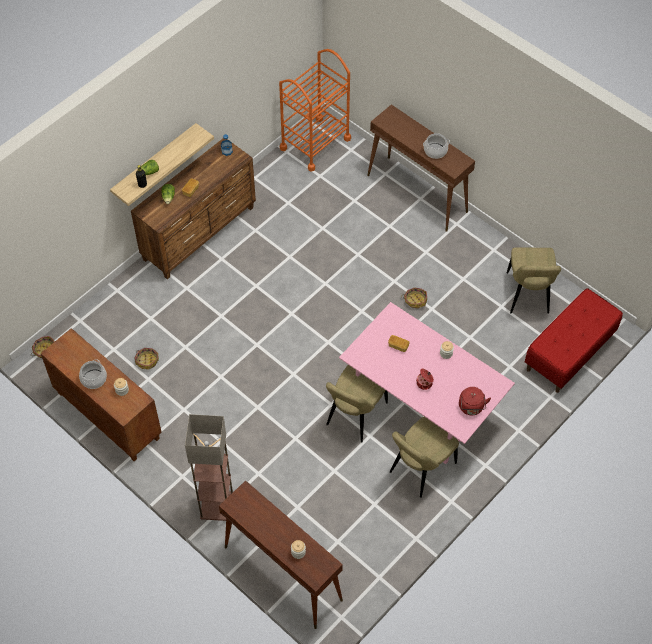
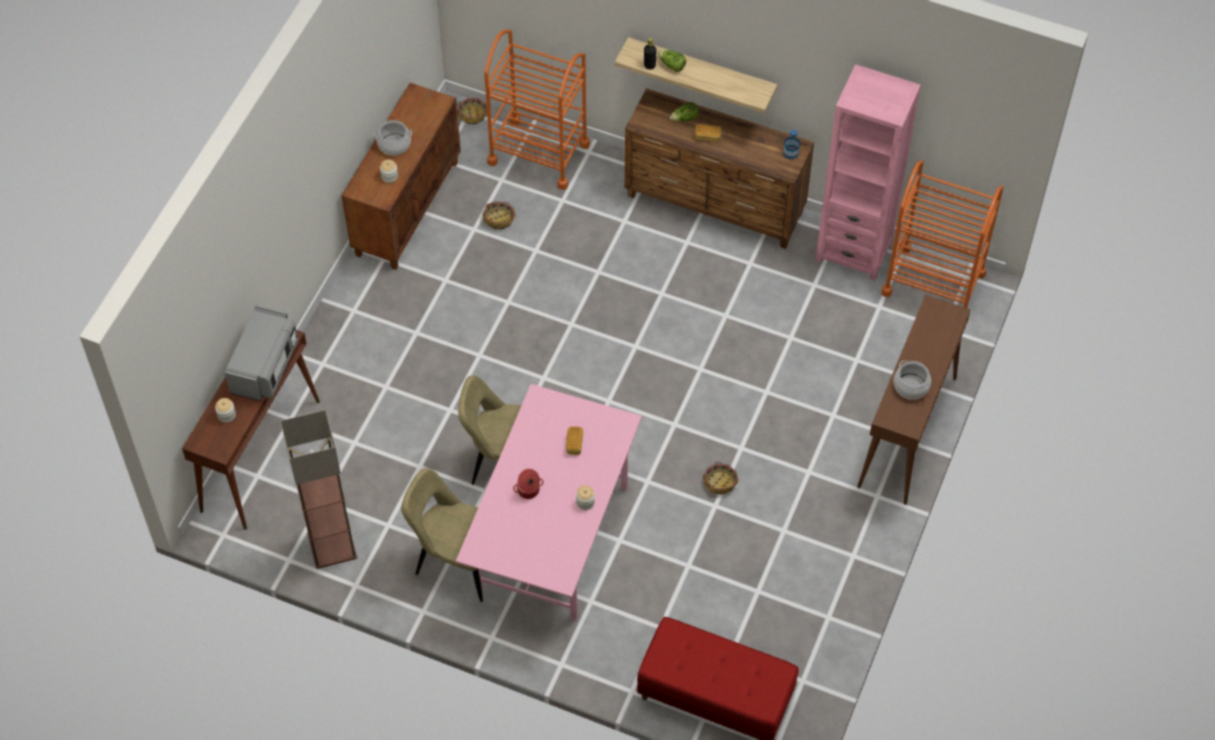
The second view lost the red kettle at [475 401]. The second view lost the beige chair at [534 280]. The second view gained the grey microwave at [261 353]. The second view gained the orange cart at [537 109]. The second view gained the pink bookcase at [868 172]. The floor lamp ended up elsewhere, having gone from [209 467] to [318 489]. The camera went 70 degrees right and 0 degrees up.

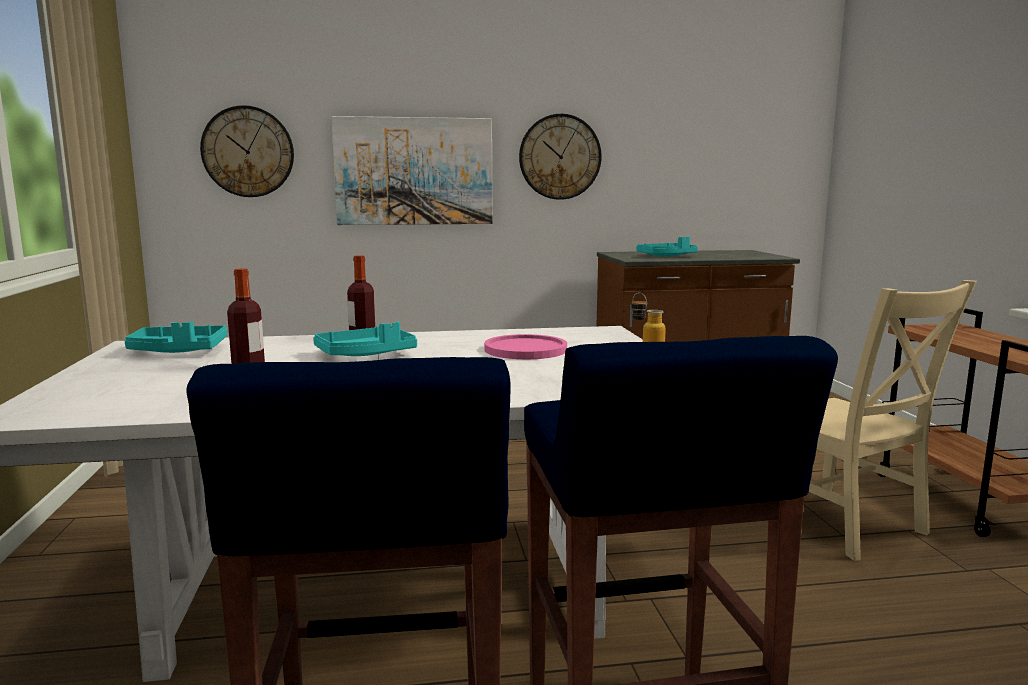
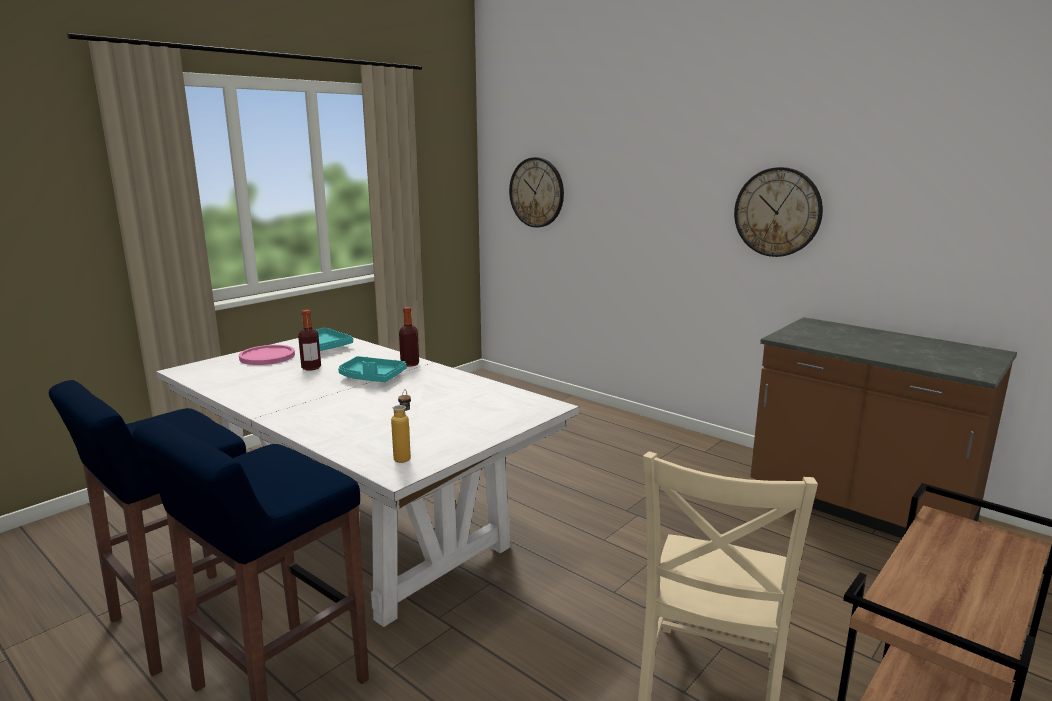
The second view lost the picture at [412 170]. The second view lost the turquoise tray at [667 247]. The pink plate ended up elsewhere, having gone from [525 346] to [267 355]. The camera went 50 degrees right and 5 degrees up.

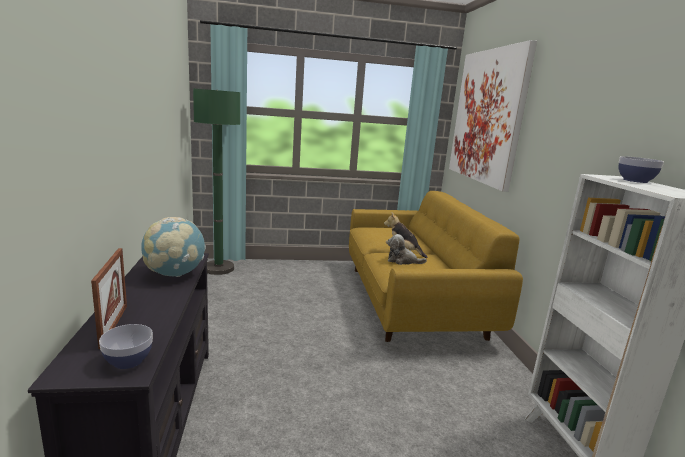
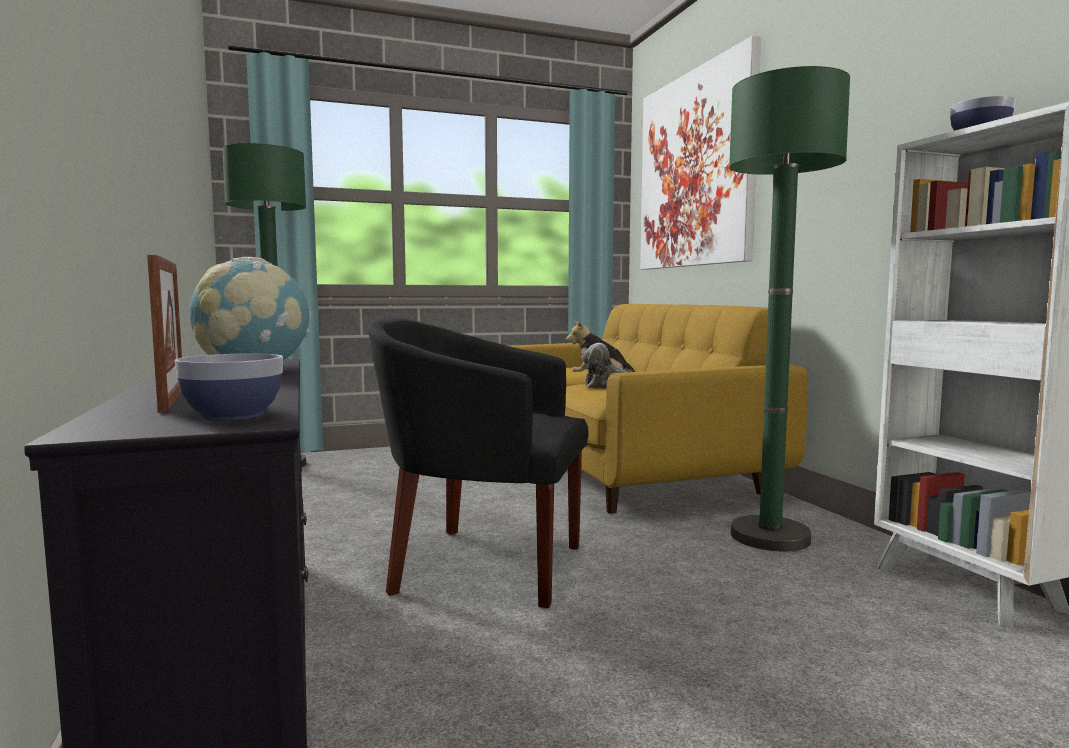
The second view gained the black armchair at [478 463]. The second view gained the green floor lamp at [789 308]. The camera went 10 degrees left and 10 degrees down.

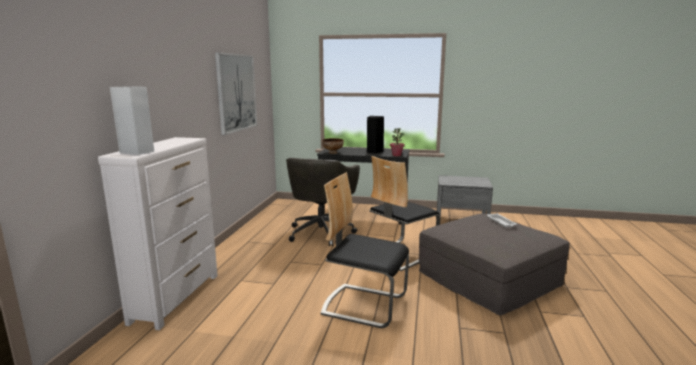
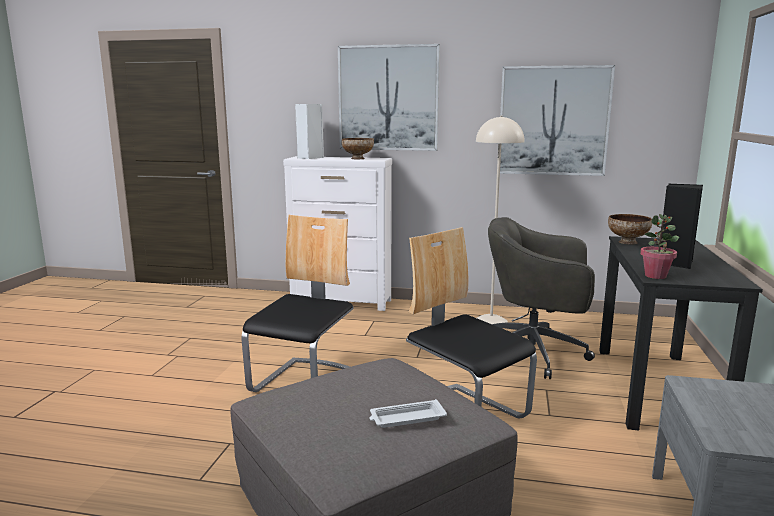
The second view gained the picture at [389 97]. The second view gained the bowl at [358 148]. The second view gained the beige floor lamp at [500 220]. The camera went 90 degrees right and 0 degrees up.

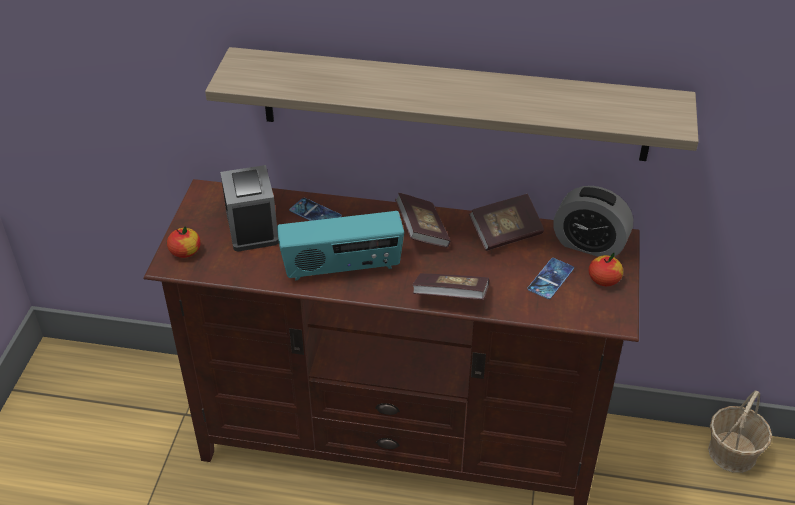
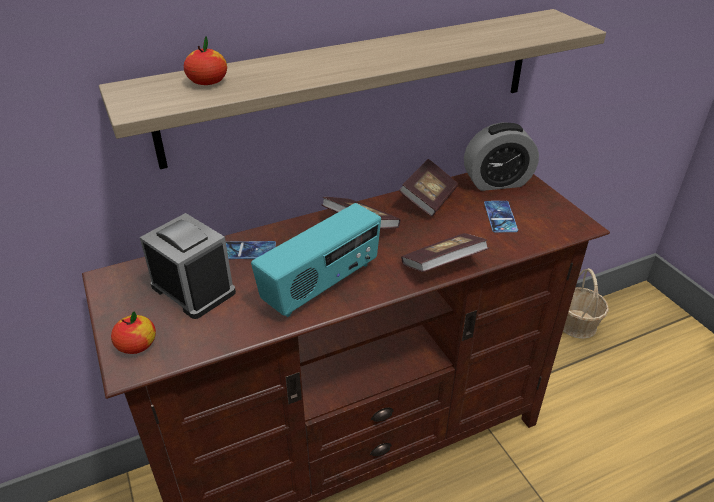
The apple ended up elsewhere, having gone from [606 269] to [205 60]. The camera went 35 degrees left and 5 degrees down.

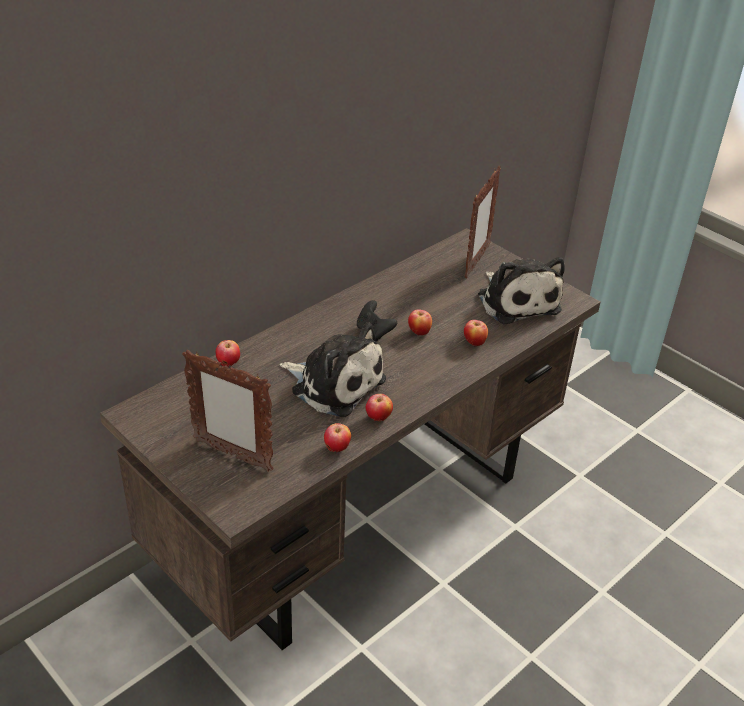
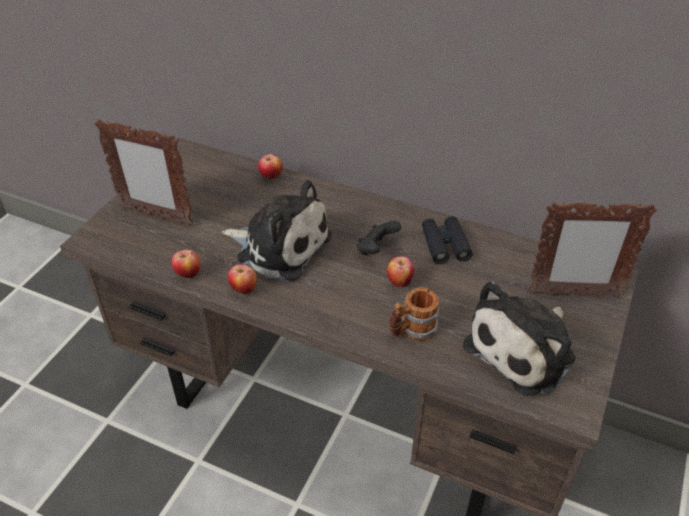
The second view gained the black binoculars at [447 240]. Where the apple stood at [476 333], the mug came to stand at [414 314]. The picture frame at [228 411] ended up facing another way, 75 degrees counterclockwise from before. The plush toy at [333 369] ended up facing another way, 75 degrees counterclockwise from before. The camera went 70 degrees right and 5 degrees up.

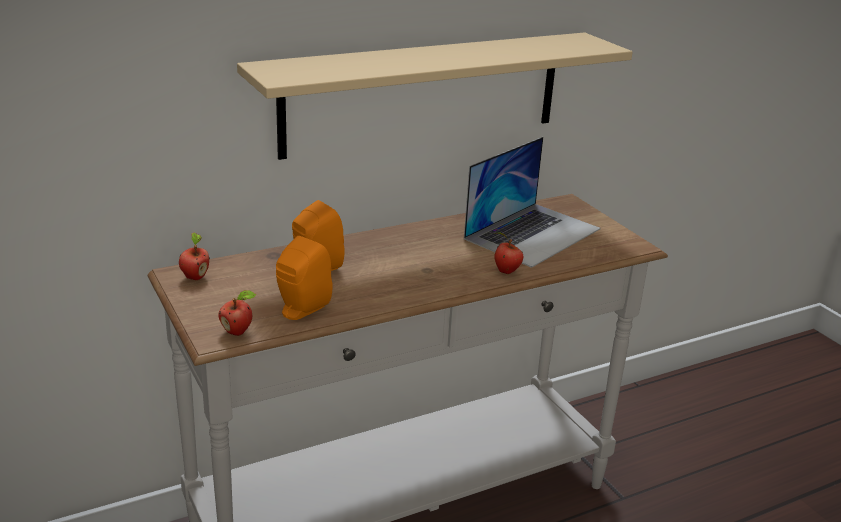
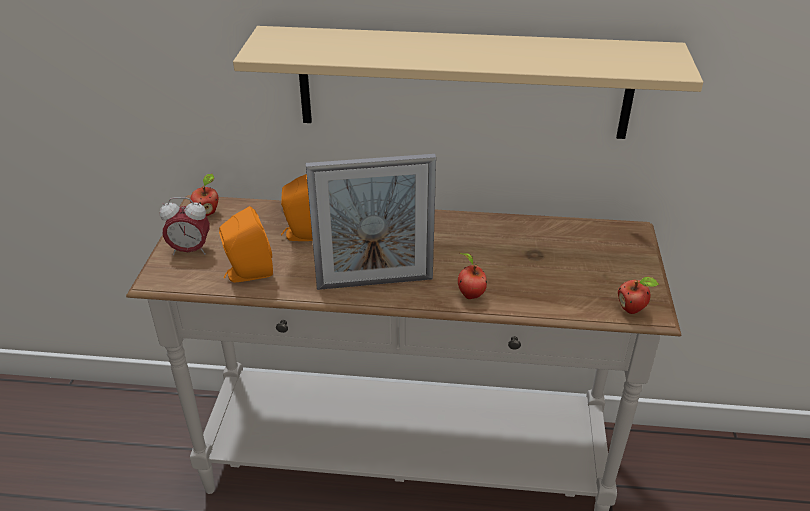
The second view lost the laptop at [532 202]. The second view gained the alarm clock at [185 226]. The second view gained the picture frame at [371 222]. The apple ended up elsewhere, having gone from [237 313] to [638 295]. The camera went 35 degrees right and 10 degrees up.

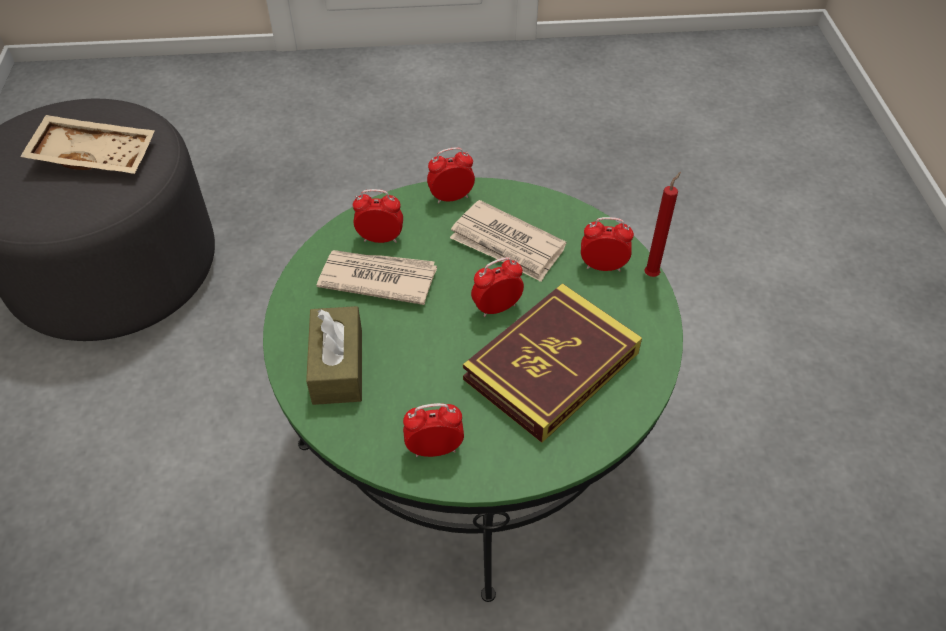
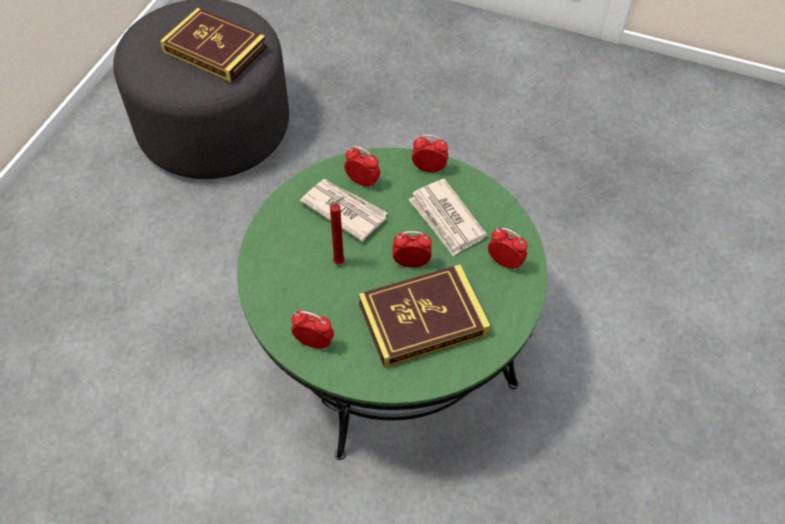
The second view lost the brown tissue box at [334 355]. The red candle ended up elsewhere, having gone from [662 224] to [337 230]. Where the beige tray stood at [87 144], the book came to stand at [213 45]. The camera went 25 degrees right and 5 degrees up.

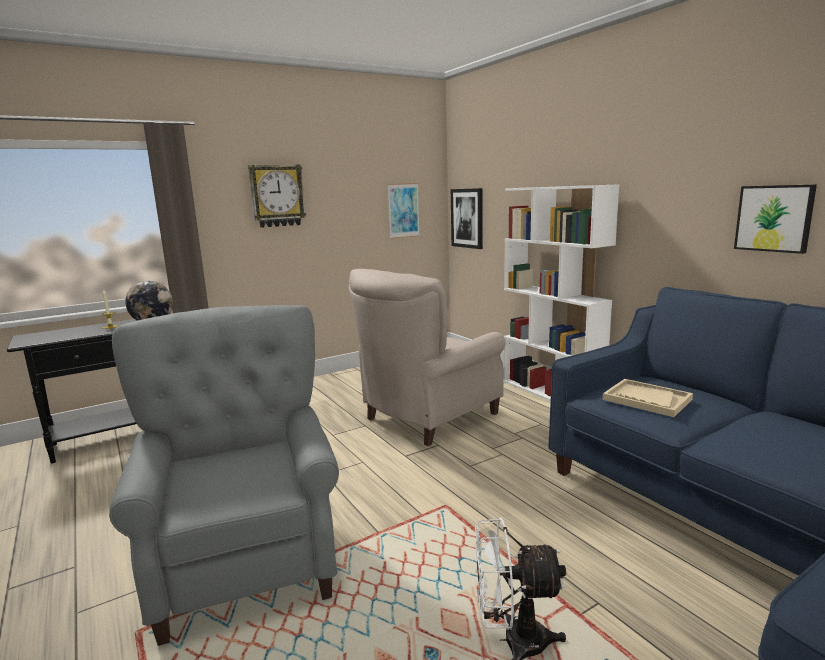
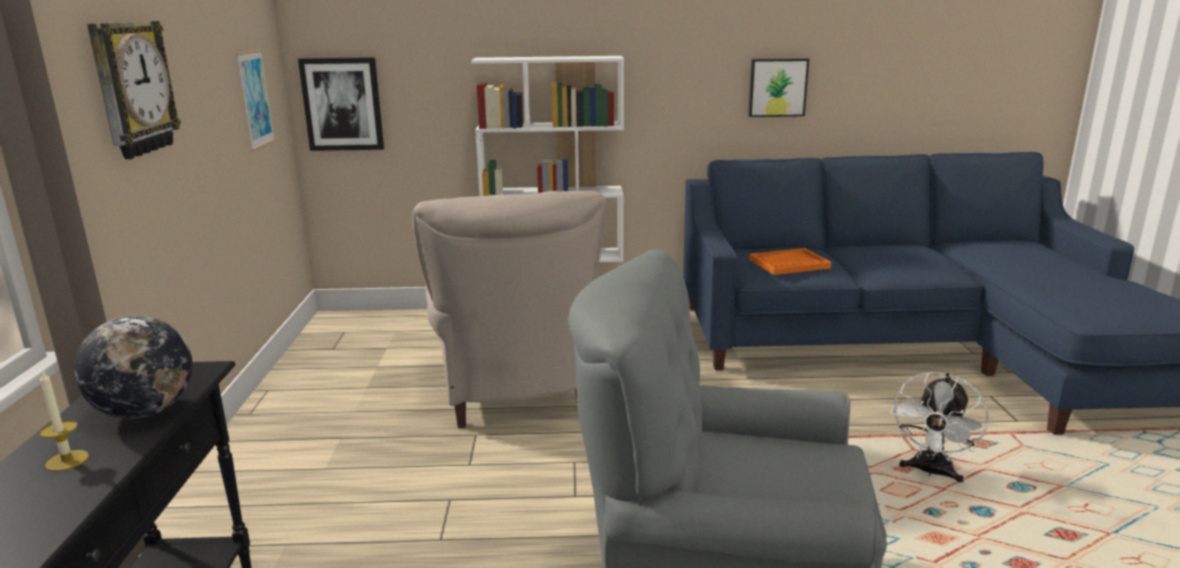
What was the beige tray at [648 398] turned into the orange tray at [790 261]. The camera went 60 degrees left and 5 degrees up.

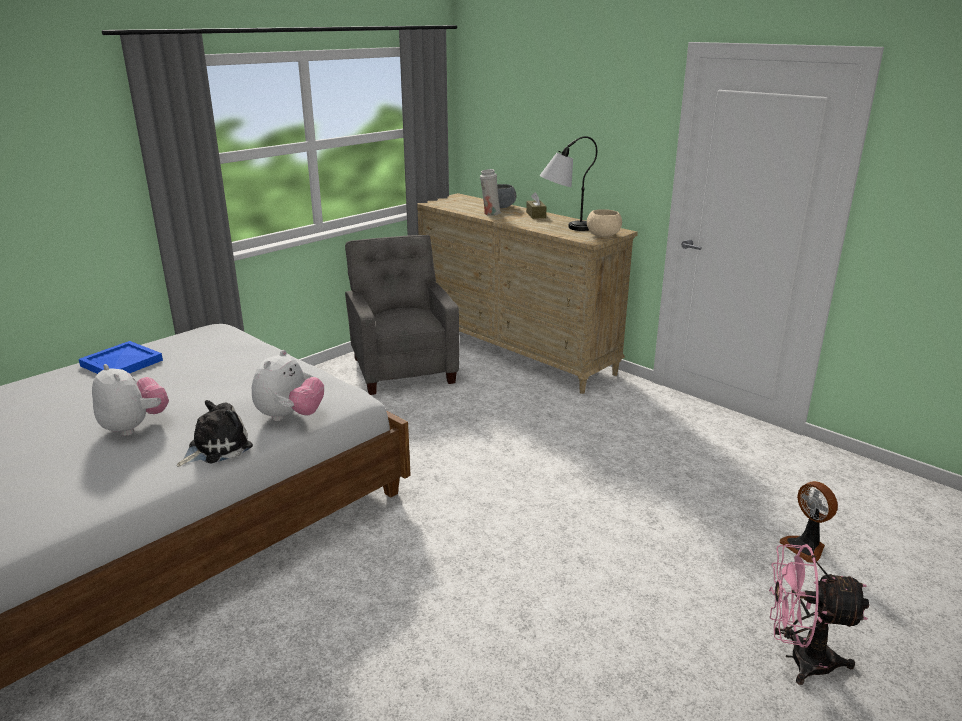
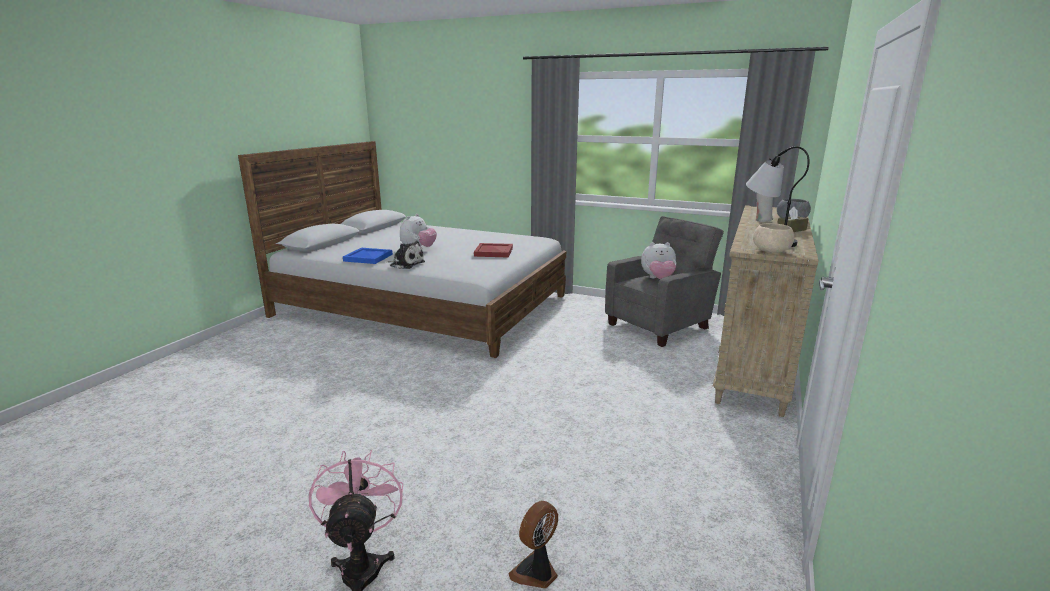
The second view gained the red tray at [493 250]. The blue tray ended up elsewhere, having gone from [121 357] to [368 256]. The plush toy ended up elsewhere, having gone from [288 385] to [659 260]. The camera went 70 degrees right and 5 degrees down.

